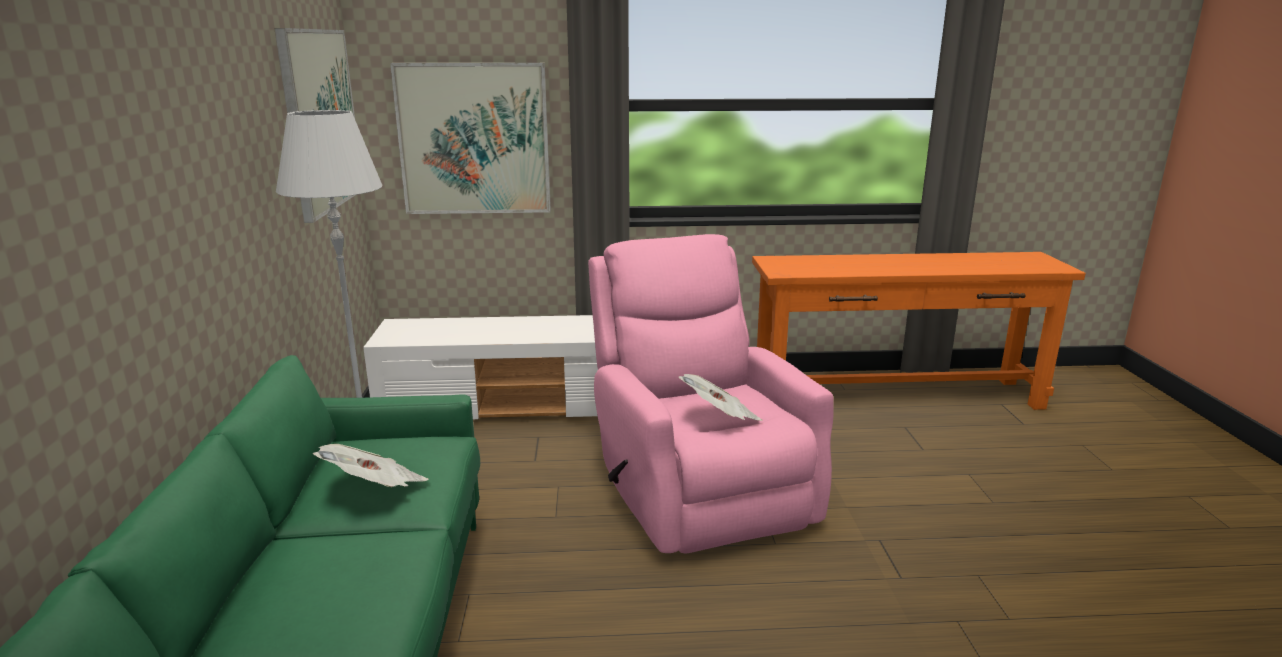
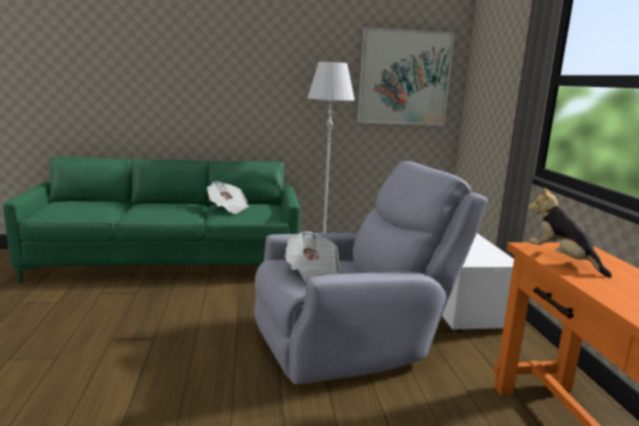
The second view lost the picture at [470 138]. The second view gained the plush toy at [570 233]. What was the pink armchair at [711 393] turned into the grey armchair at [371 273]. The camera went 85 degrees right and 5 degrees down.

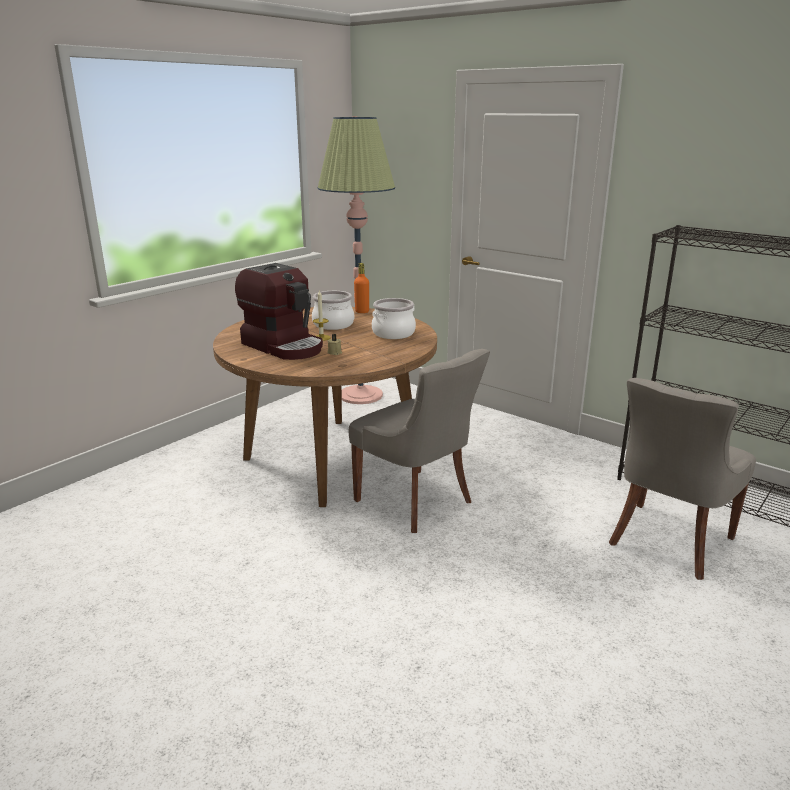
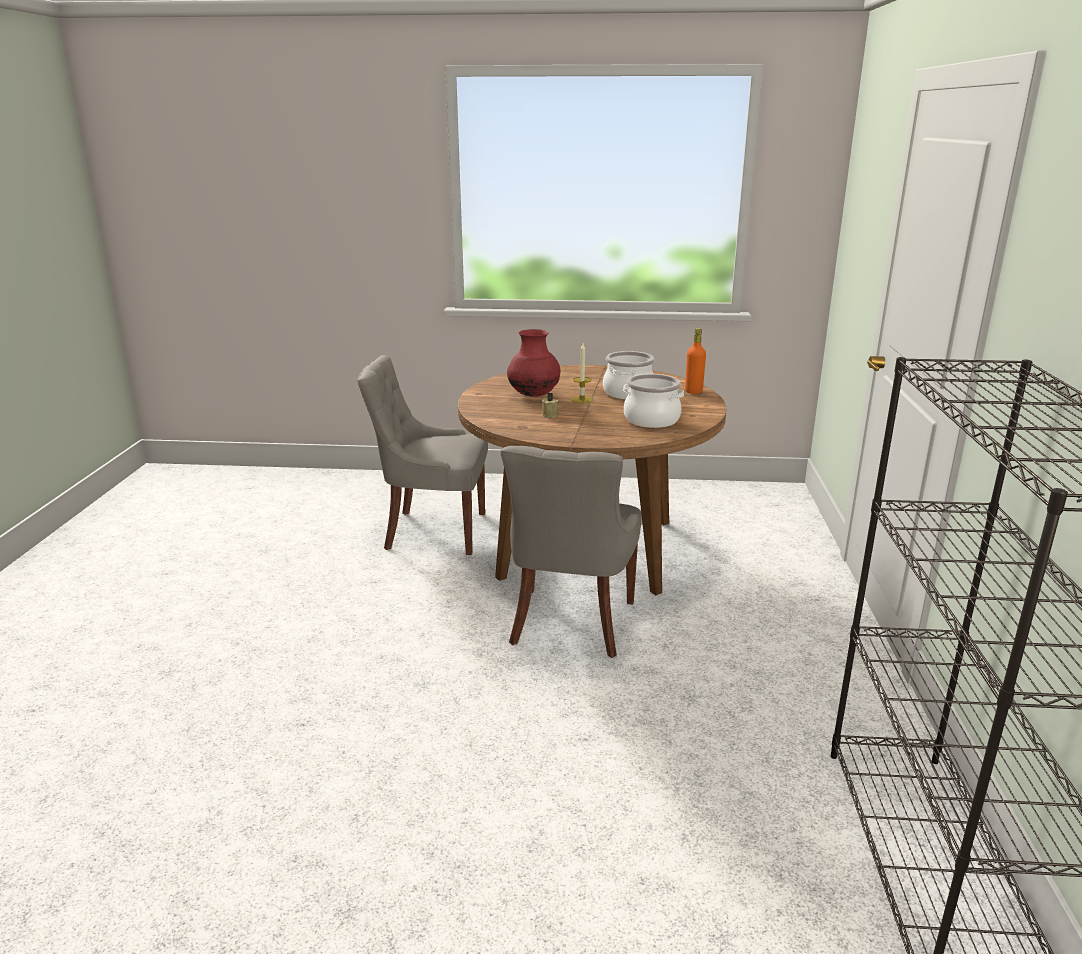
The second view lost the floor lamp at [356 260]. The grey chair ended up elsewhere, having gone from [682 479] to [422 455]. Where the coffee machine stood at [279 311], the red vase came to stand at [534 363]. The camera went 55 degrees right and 0 degrees up.

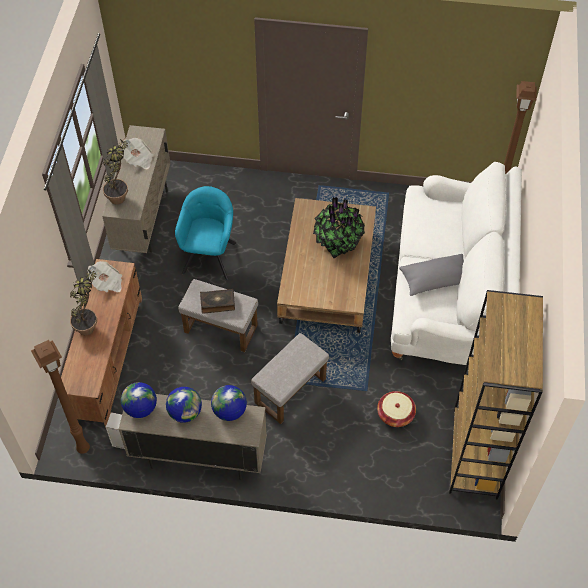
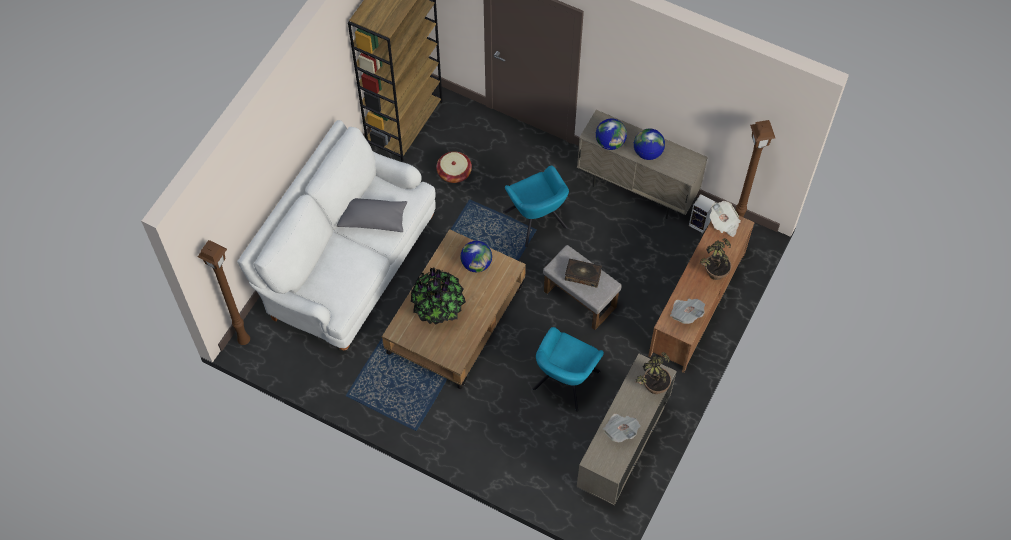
The second view gained the newspaper at [725 219]. The globe ended up elsewhere, having gone from [139 400] to [476 256]. Where the grey ottoman stood at [290 378], the turquoise armchair came to stand at [536 207]. The camera went 160 degrees left and 5 degrees up.

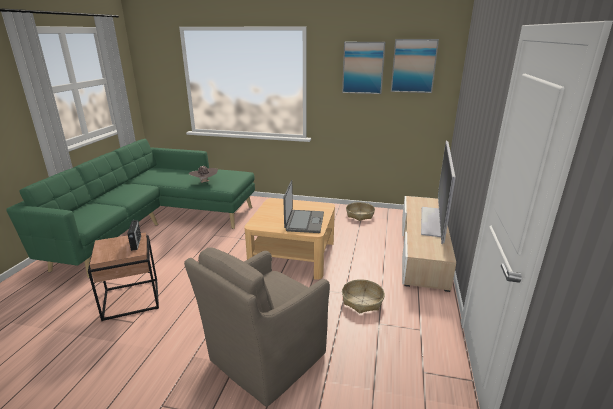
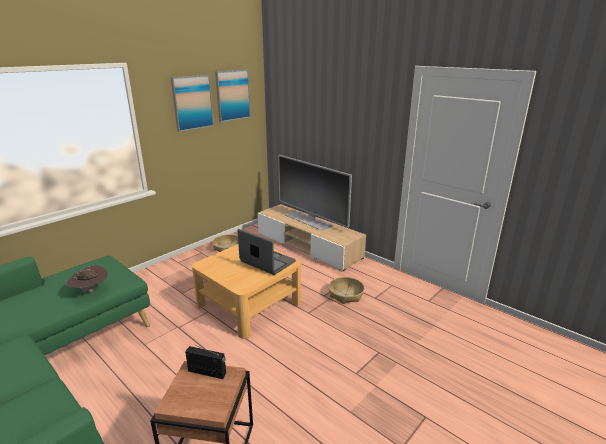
The second view lost the brown armchair at [257 327]. The camera went 60 degrees left and 0 degrees up.

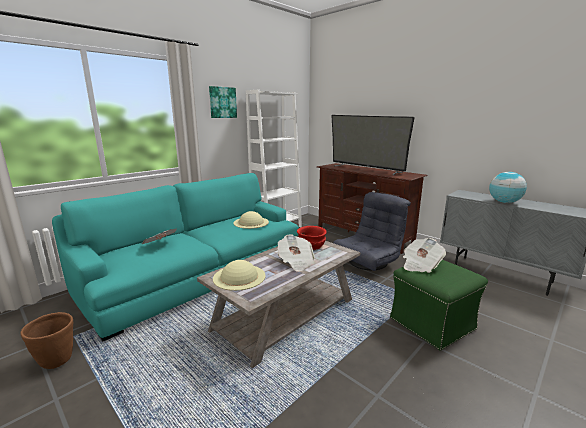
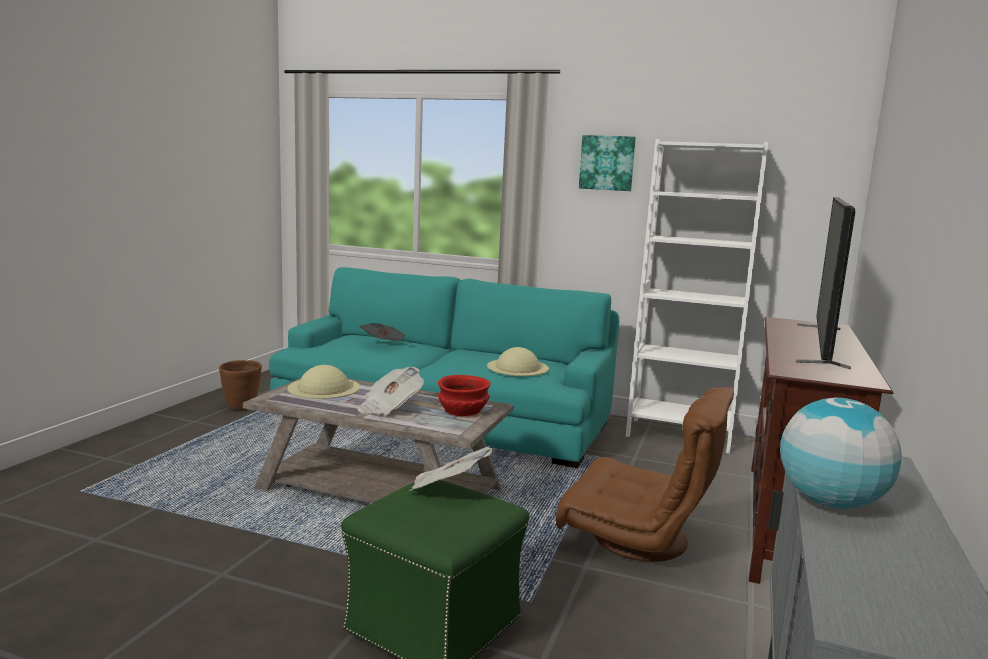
What was the grey armchair at [372 231] turned into the brown armchair at [645 474]. The camera went 65 degrees right and 5 degrees down.

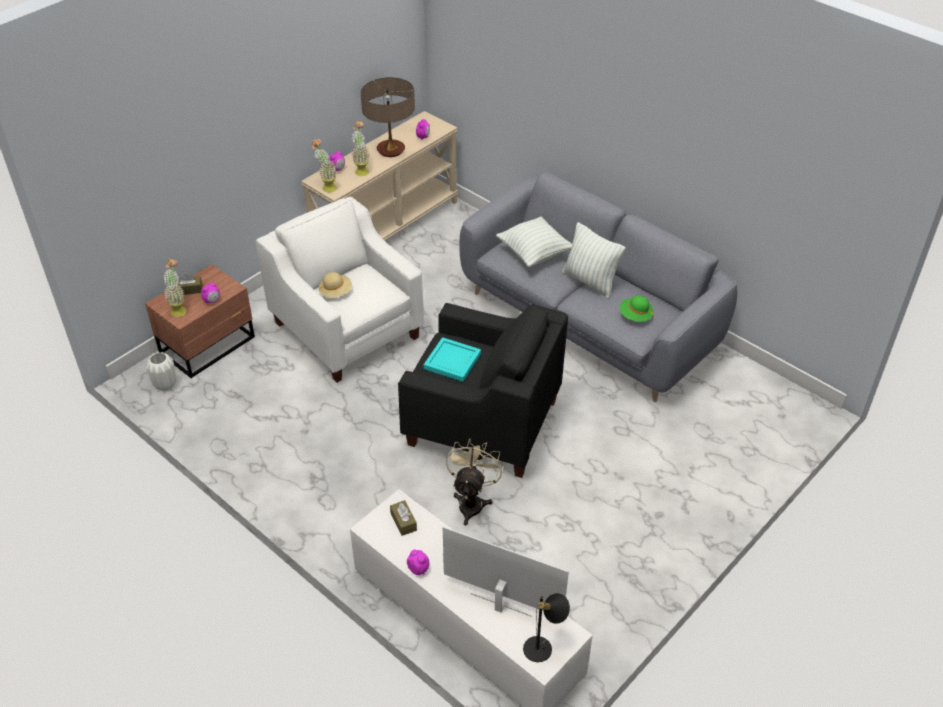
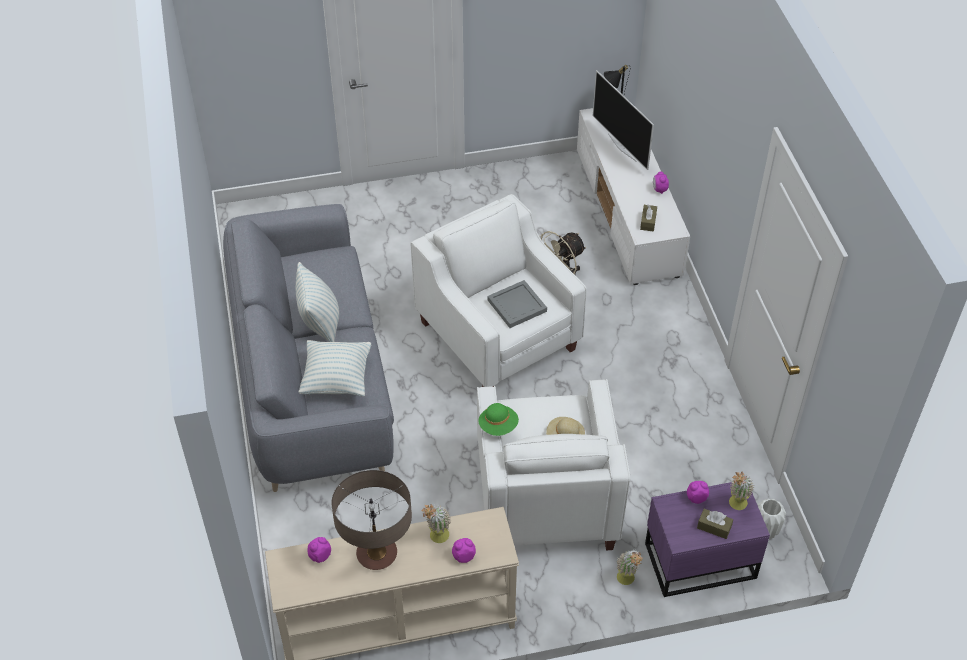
The potted plant ended up elsewhere, having gone from [324 166] to [630 567]. The green hat ended up elsewhere, having gone from [637 309] to [498 419]. What was the brown nightstand at [200 321] turned into the purple nightstand at [707 539]. What was the black armchair at [483 390] turned into the white armchair at [498 290]. What was the turquoise tray at [452 359] turned into the grey tray at [517 304]. The camera went 145 degrees left and 5 degrees up.

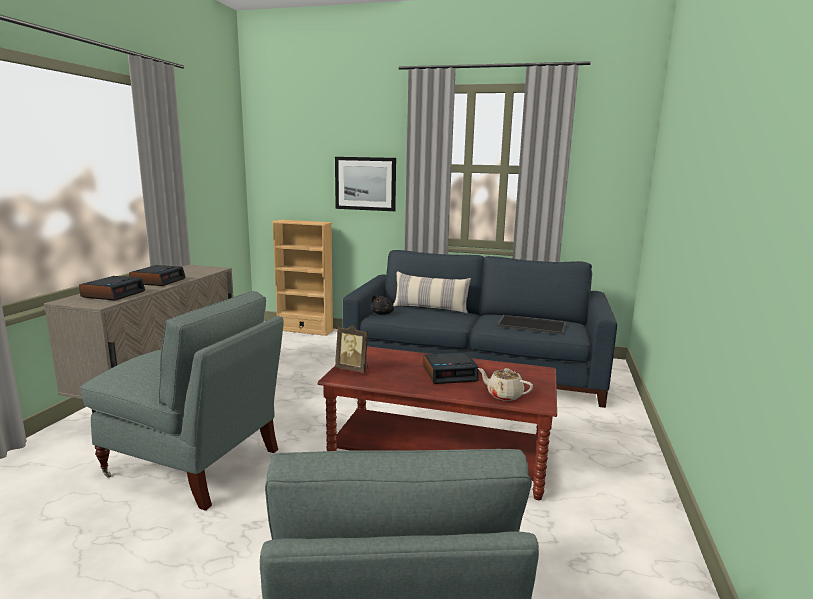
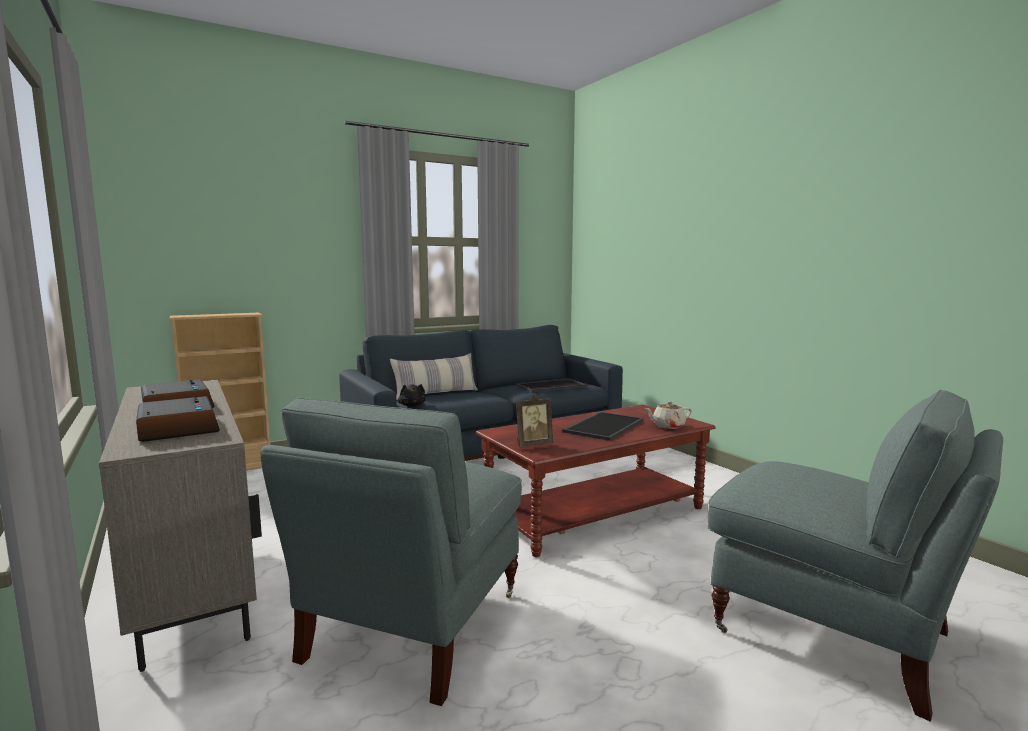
The second view lost the picture at [365 184]. Where the alarm clock stood at [451 368], the tray came to stand at [603 426]. The grey armchair at [182 401] ended up facing another way, 135 degrees clockwise from before. The camera went 45 degrees left and 5 degrees down.

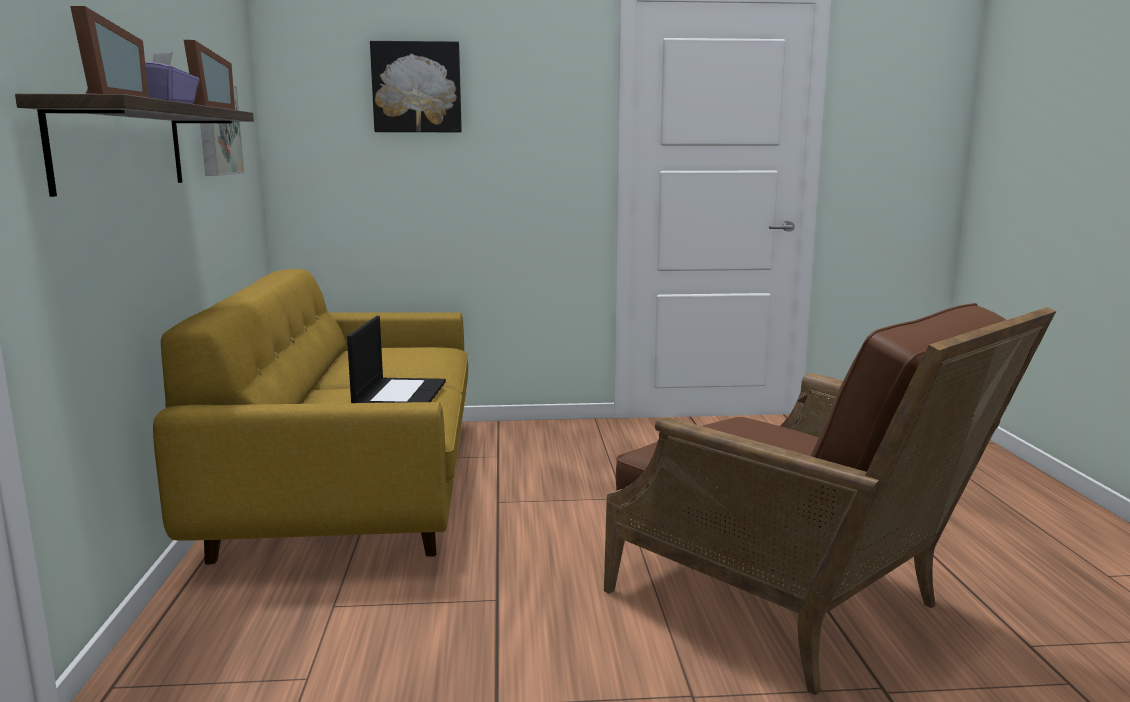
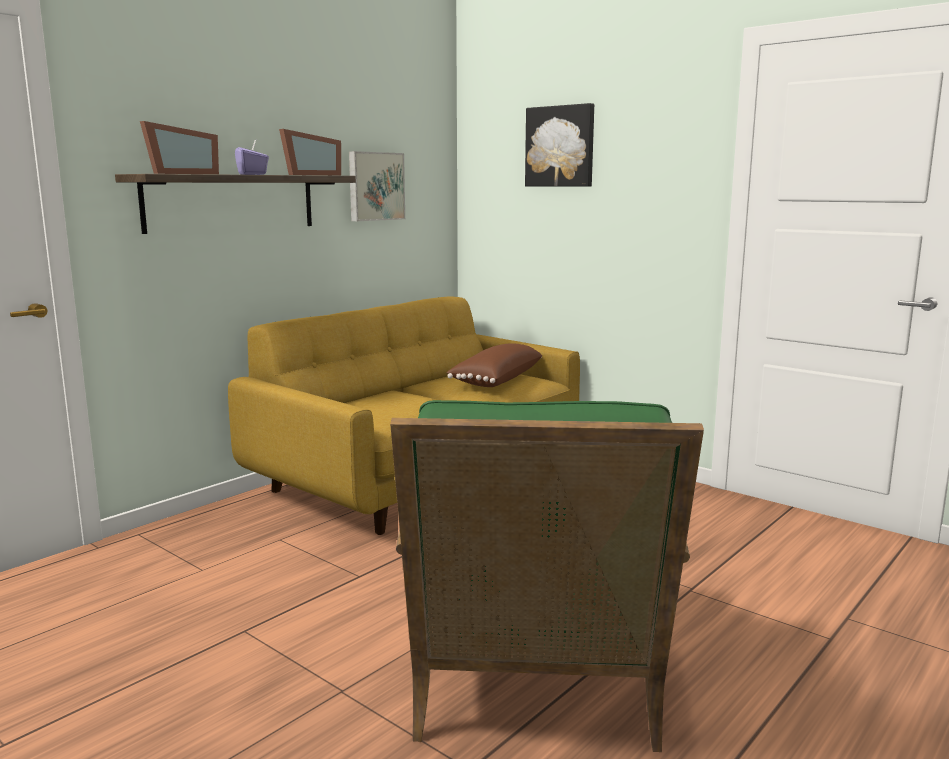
The second view lost the laptop at [396 359]. The second view gained the brown pillow at [494 365]. What was the brown armchair at [830 499] turned into the green armchair at [547 576]. The camera went 45 degrees right and 0 degrees up.

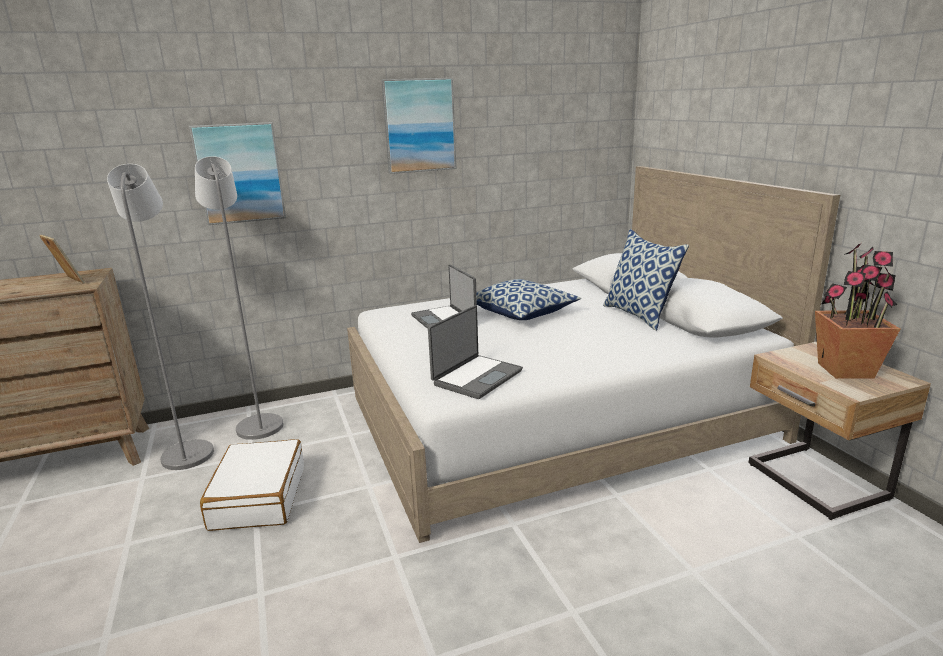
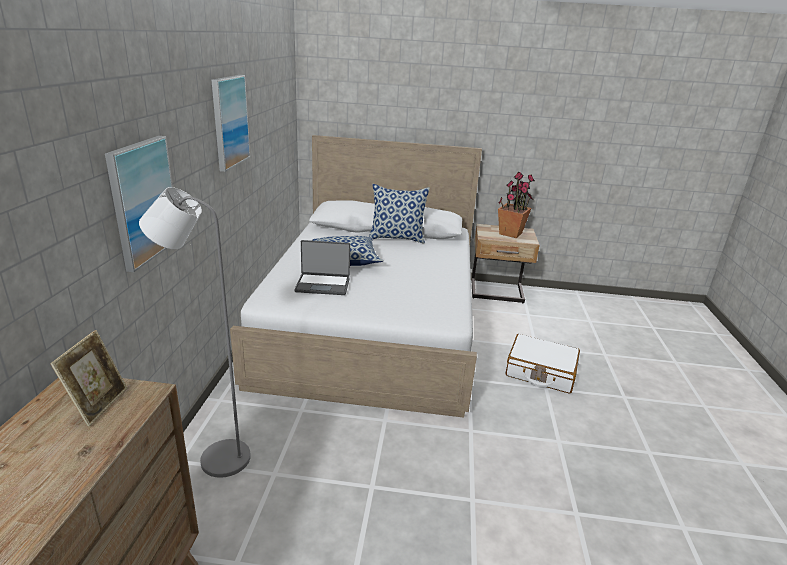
The second view lost the grey floor lamp at [160 317]. The second view lost the laptop at [475 352]. The white suitcase ended up elsewhere, having gone from [252 485] to [542 364]. The picture frame at [62 259] ended up facing another way, 120 degrees clockwise from before. The camera went 65 degrees left and 5 degrees up.

